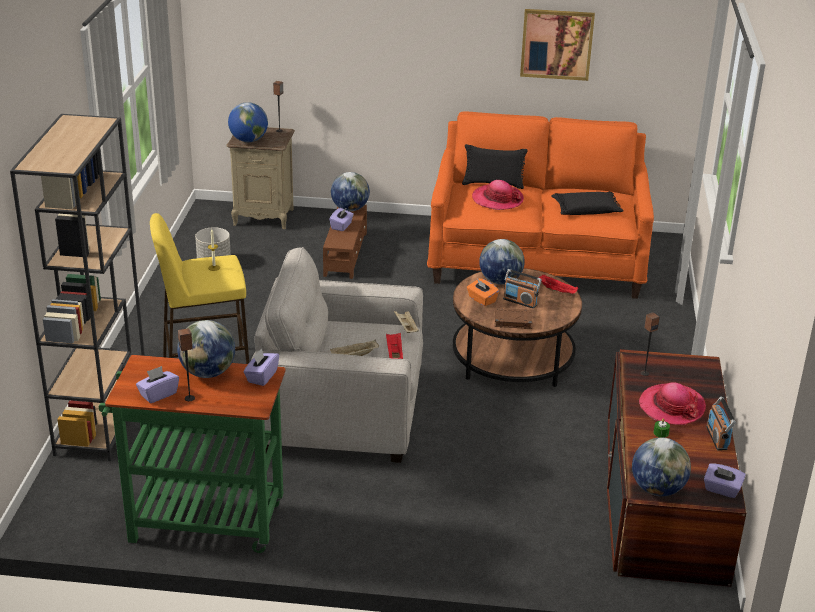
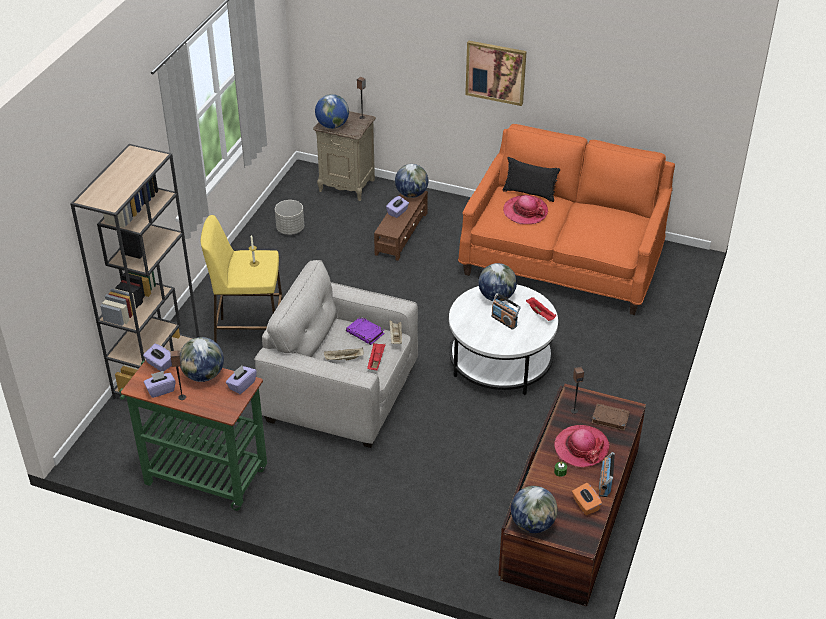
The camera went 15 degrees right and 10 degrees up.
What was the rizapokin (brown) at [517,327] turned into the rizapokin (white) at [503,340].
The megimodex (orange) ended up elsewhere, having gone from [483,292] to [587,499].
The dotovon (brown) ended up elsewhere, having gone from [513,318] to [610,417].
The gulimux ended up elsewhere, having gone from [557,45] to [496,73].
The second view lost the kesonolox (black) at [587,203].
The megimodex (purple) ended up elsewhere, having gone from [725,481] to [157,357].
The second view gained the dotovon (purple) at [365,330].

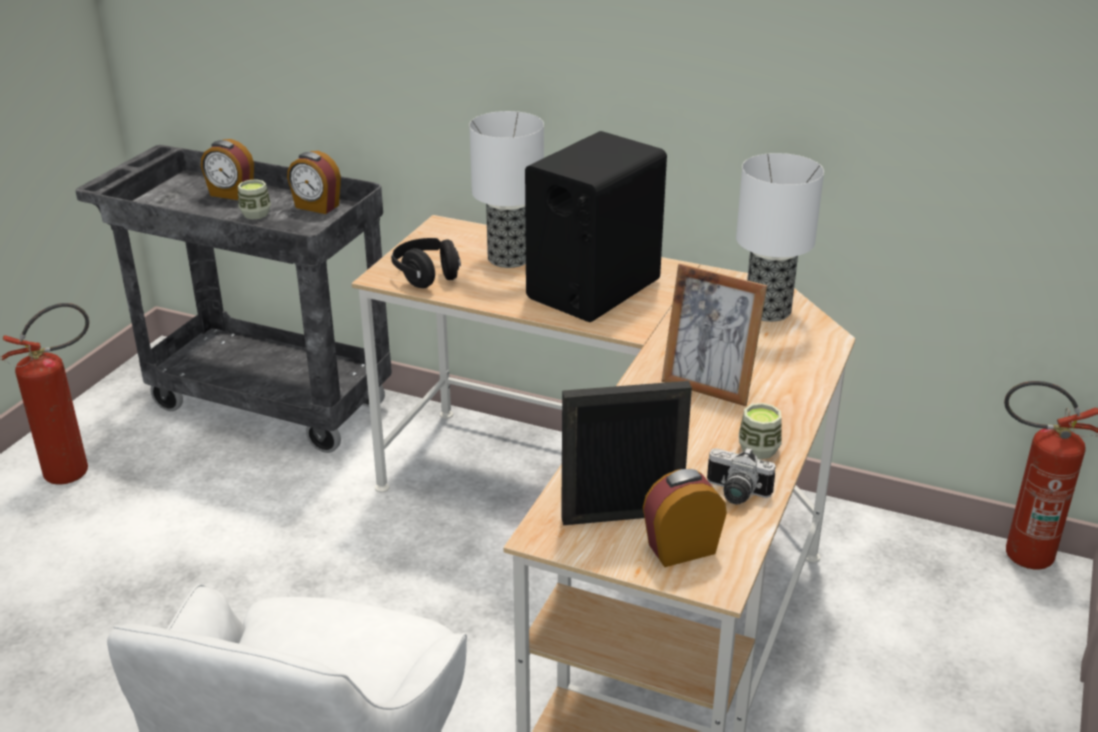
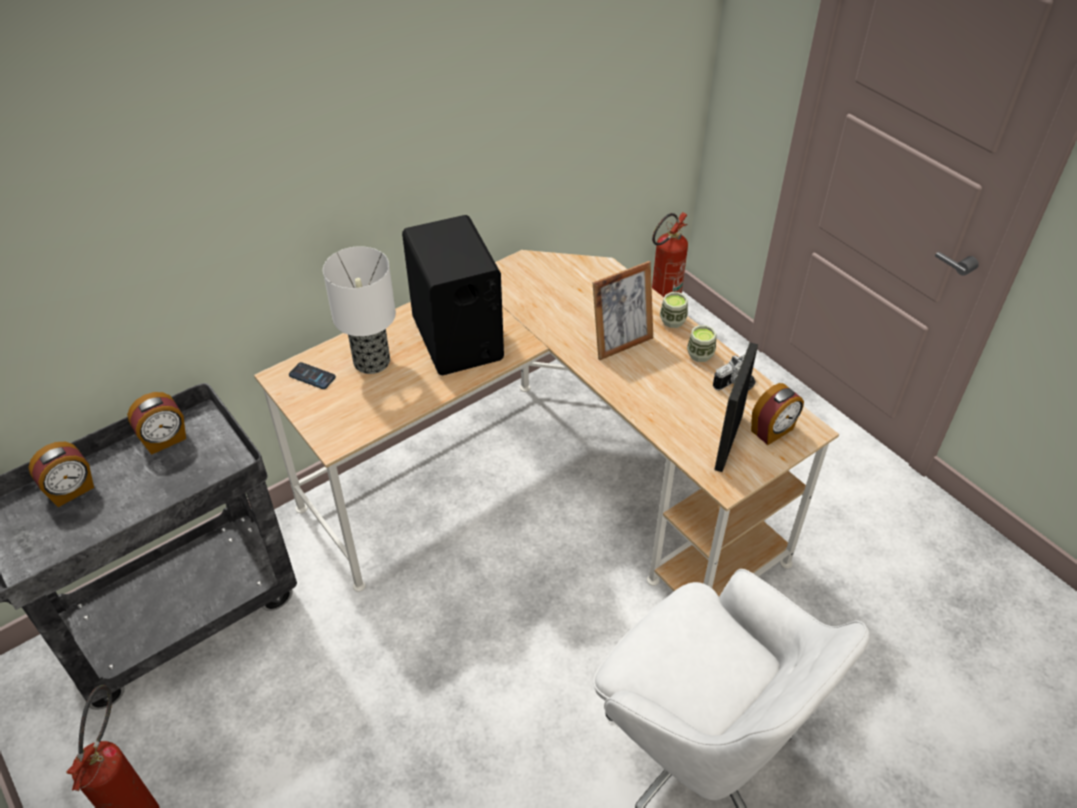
The camera went 60 degrees left and 15 degrees up.
The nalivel ended up elsewhere, having gone from [254,199] to [674,310].
The second view lost the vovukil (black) at [426,263].
The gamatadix at [685,518] ended up facing another way, 135 degrees counterclockwise from before.
The second view lost the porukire at [780,237].
The second view gained the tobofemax at [312,375].

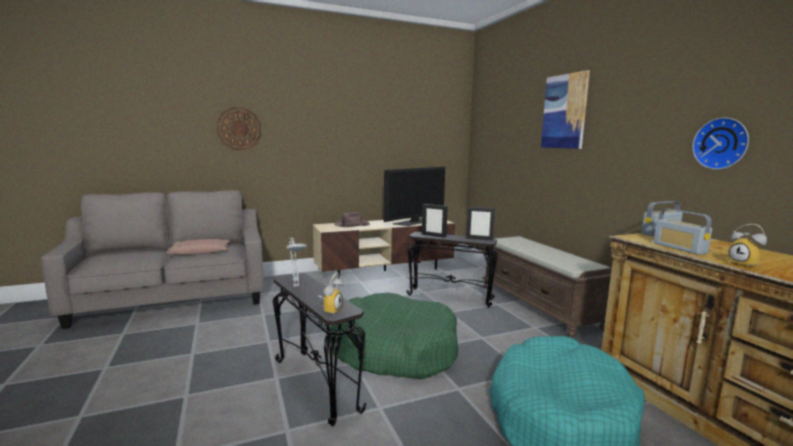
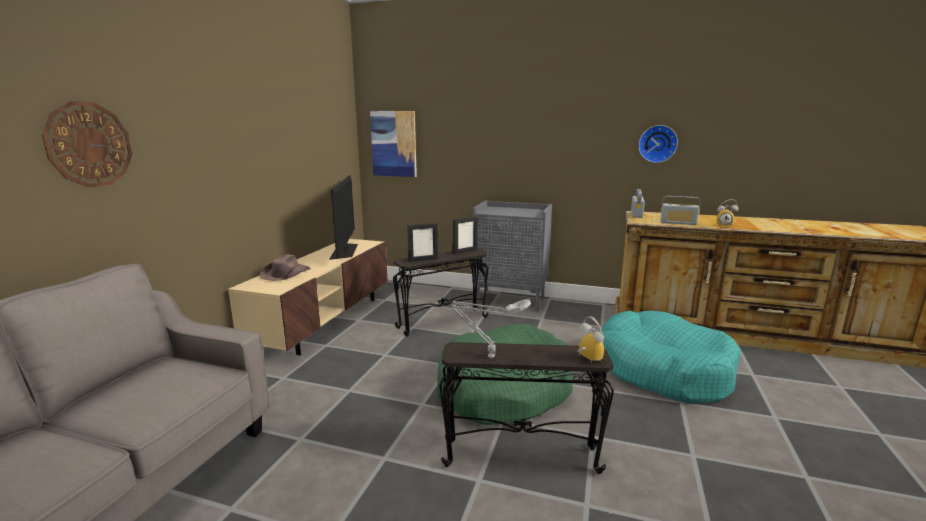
The camera went 50 degrees left and 5 degrees up.
The second view lost the kesonolox (beige) at [198,247].
Where the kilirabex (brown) stood at [547,286], the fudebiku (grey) came to stand at [512,256].
The gulimux ended up elsewhere, having gone from [565,109] to [393,144].

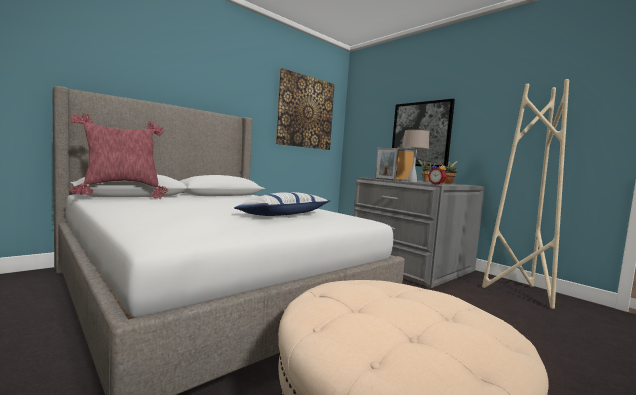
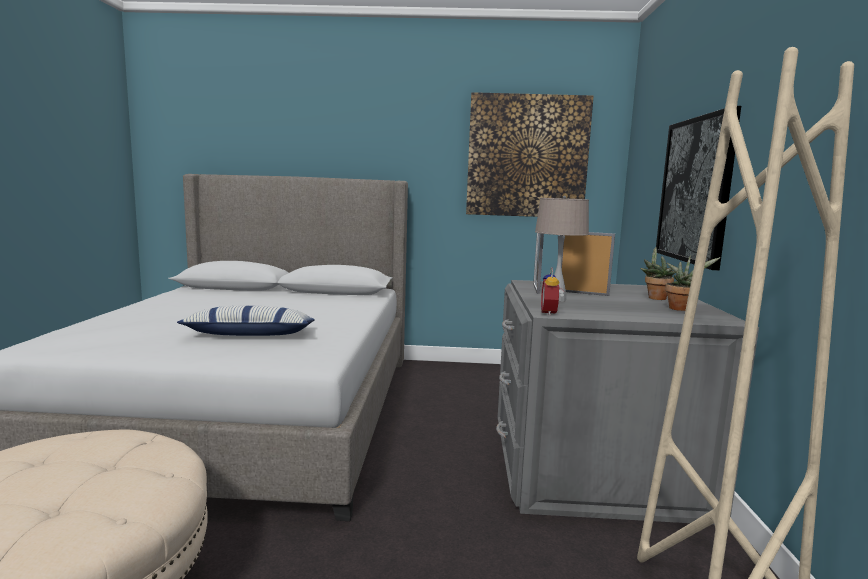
The camera went 45 degrees right and 5 degrees up.
The second view lost the kesonolox (red) at [119,155].

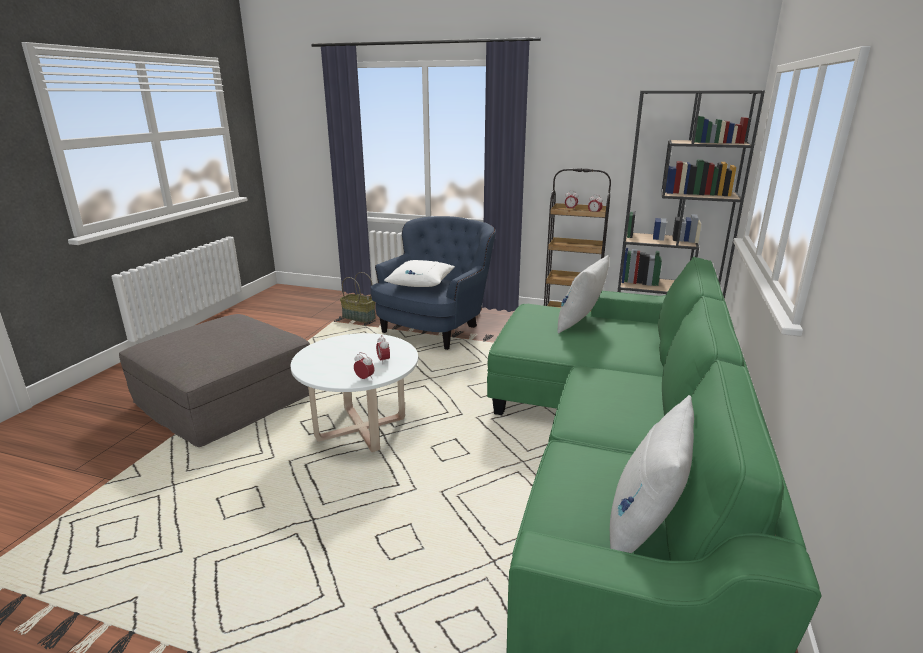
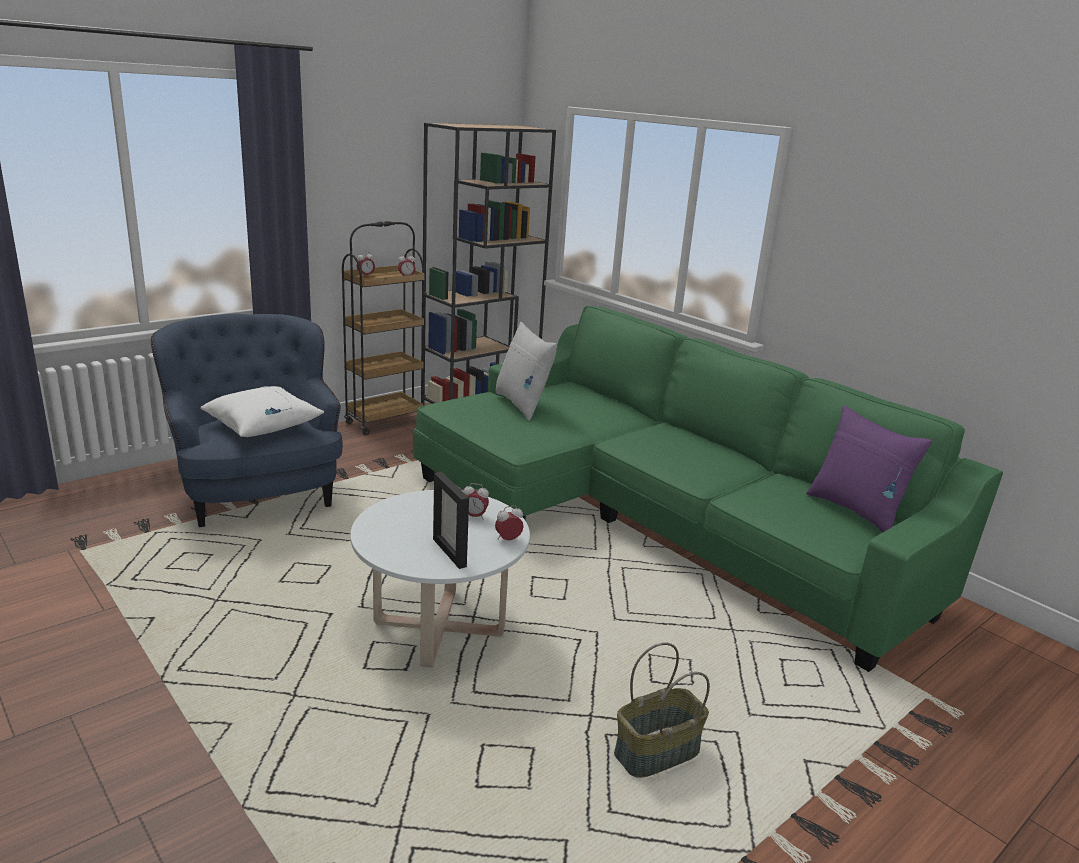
The camera went 60 degrees left and 0 degrees up.
The second view lost the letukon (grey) at [217,380].
The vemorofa ended up elsewhere, having gone from [358,297] to [662,710].
What was the kesonolox (grey) at [652,474] turned into the kesonolox (purple) at [869,469].
The second view gained the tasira at [451,520].

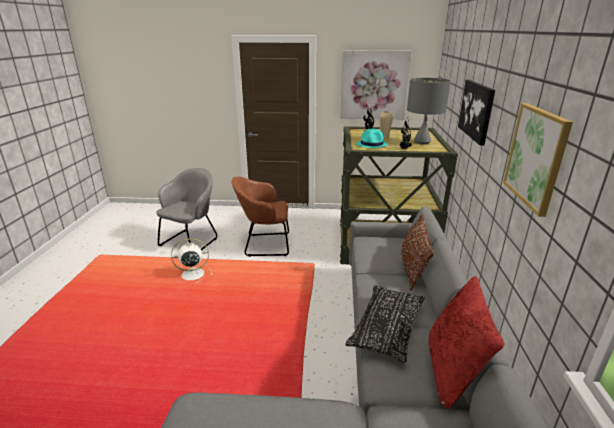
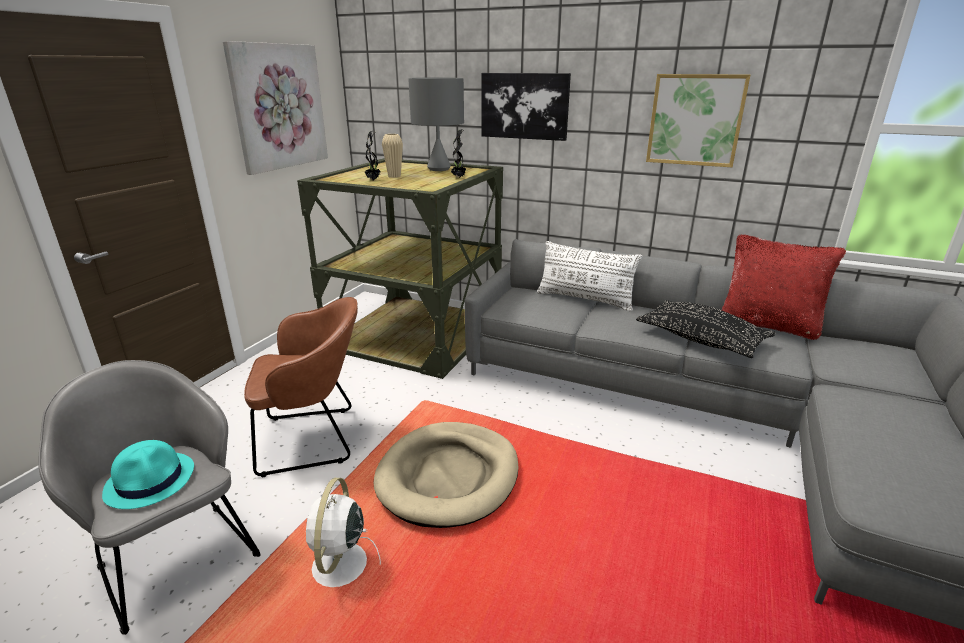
The camera went 70 degrees left and 0 degrees up.
The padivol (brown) at [260,216] ended up facing another way, 120 degrees counterclockwise from before.
The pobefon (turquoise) ended up elsewhere, having gone from [372,138] to [148,474].
What was the kesonolox (brown) at [417,252] turned into the kesonolox (white) at [589,276].
The second view gained the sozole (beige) at [446,475].

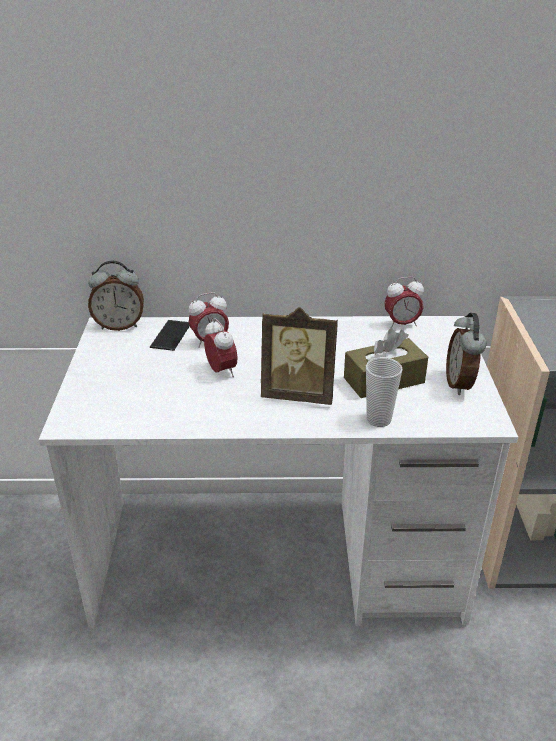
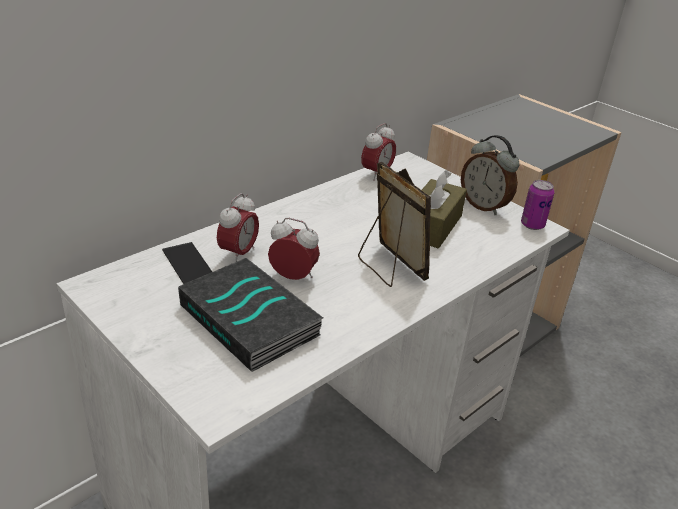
The camera went 45 degrees left and 0 degrees up.
The second view lost the gamatadix at [116,295].
The tasira at [299,356] ended up facing another way, 90 degrees counterclockwise from before.
The second view lost the nalivel at [384,392].
The second view gained the dotovon at [250,315].
The second view gained the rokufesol at [537,205].

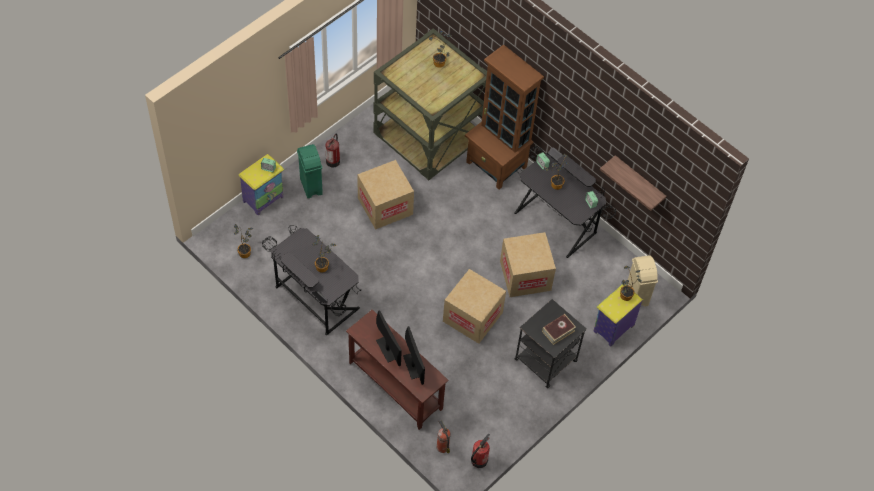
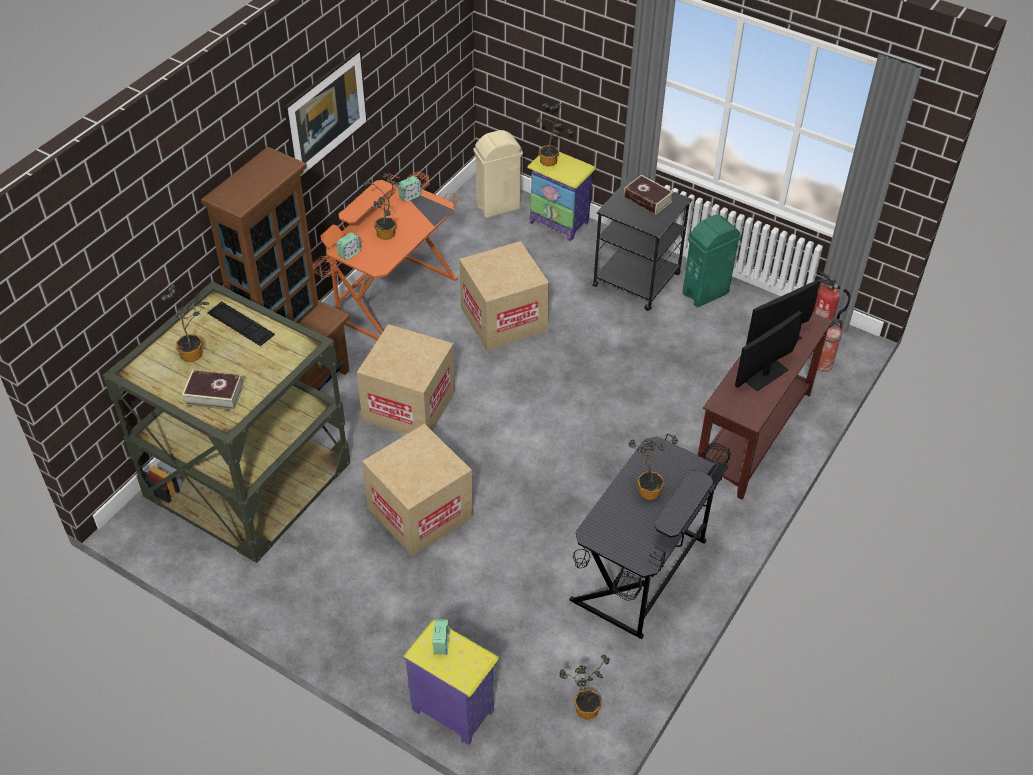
The camera went 100 degrees left and 10 degrees down.
The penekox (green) ended up elsewhere, having gone from [310,171] to [711,261].
The second view lost the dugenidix at [333,150].
The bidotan ended up elsewhere, having gone from [474,306] to [406,379].
What was the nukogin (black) at [565,202] turned into the nukogin (orange) at [385,256].
The second view lost the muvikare at [633,183].
The second view gained the dotovon at [212,390].
The second view gained the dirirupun at [241,323].
The second view gained the gulimux at [326,114].

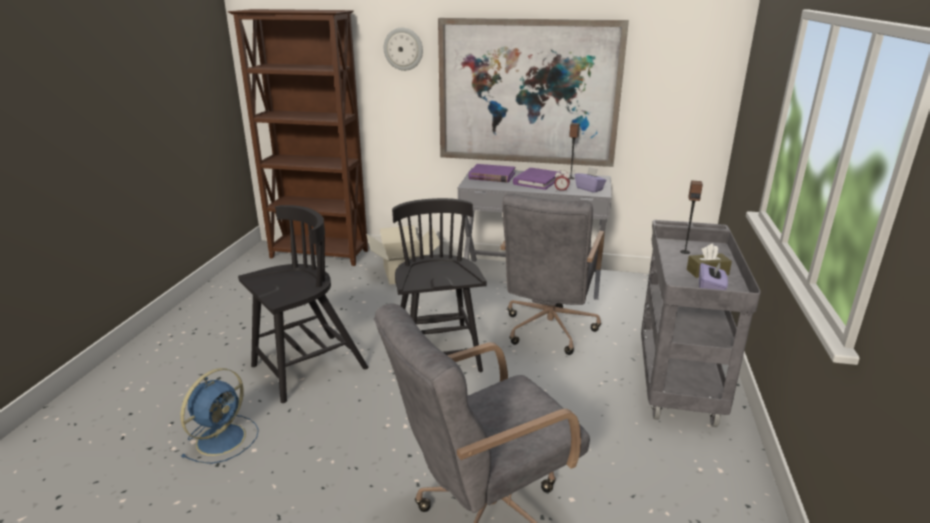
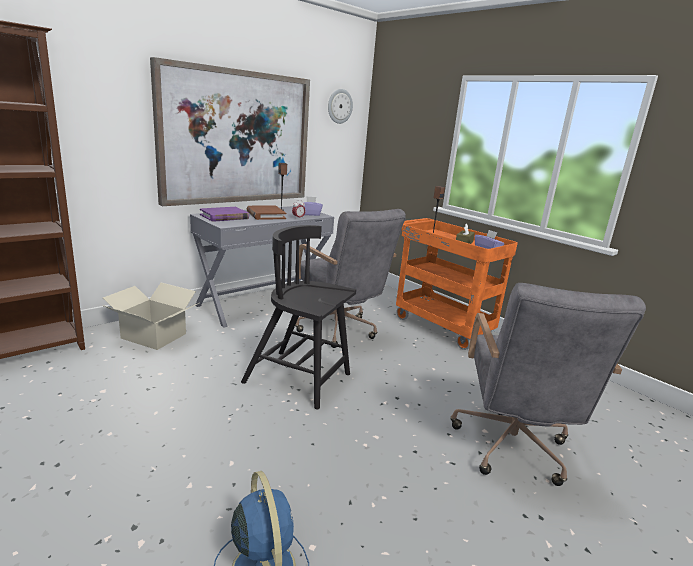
The camera went 55 degrees left and 5 degrees down.
The second view lost the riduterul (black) at [303,304].
The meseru ended up elsewhere, having gone from [403,49] to [340,106].
What was the dotovon (purple) at [537,179] turned into the dotovon (brown) at [266,213].
What was the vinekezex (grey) at [701,323] turned into the vinekezex (orange) at [457,284].

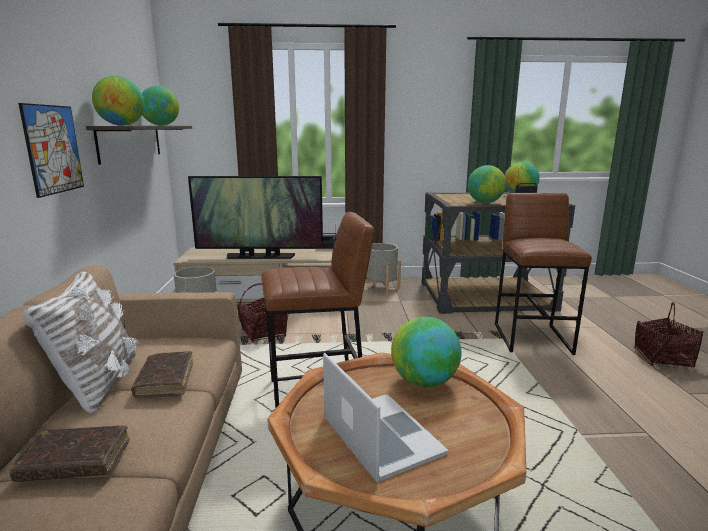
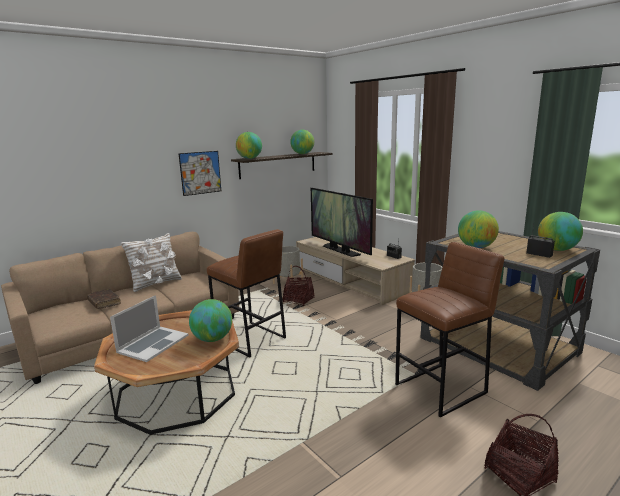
The camera went 55 degrees right and 0 degrees up.
The second view lost the dotovon (brown) at [162,374].

